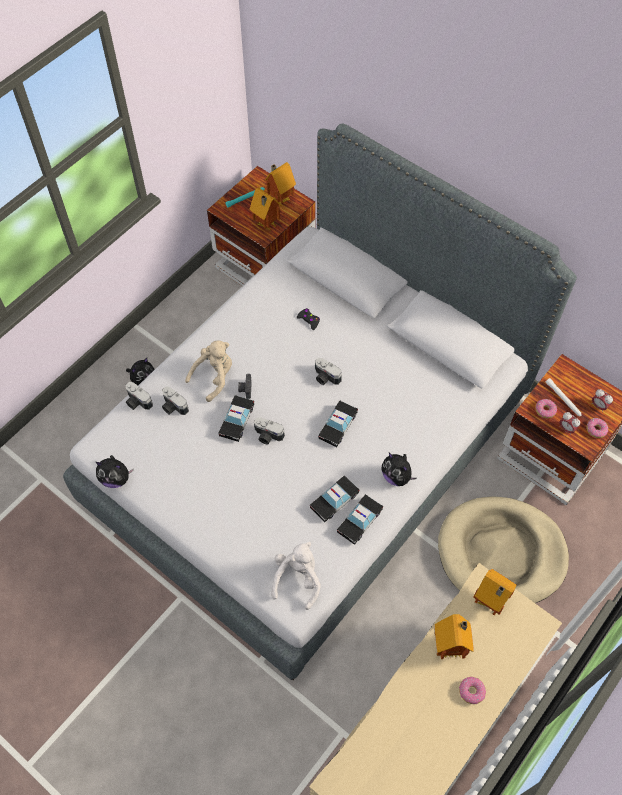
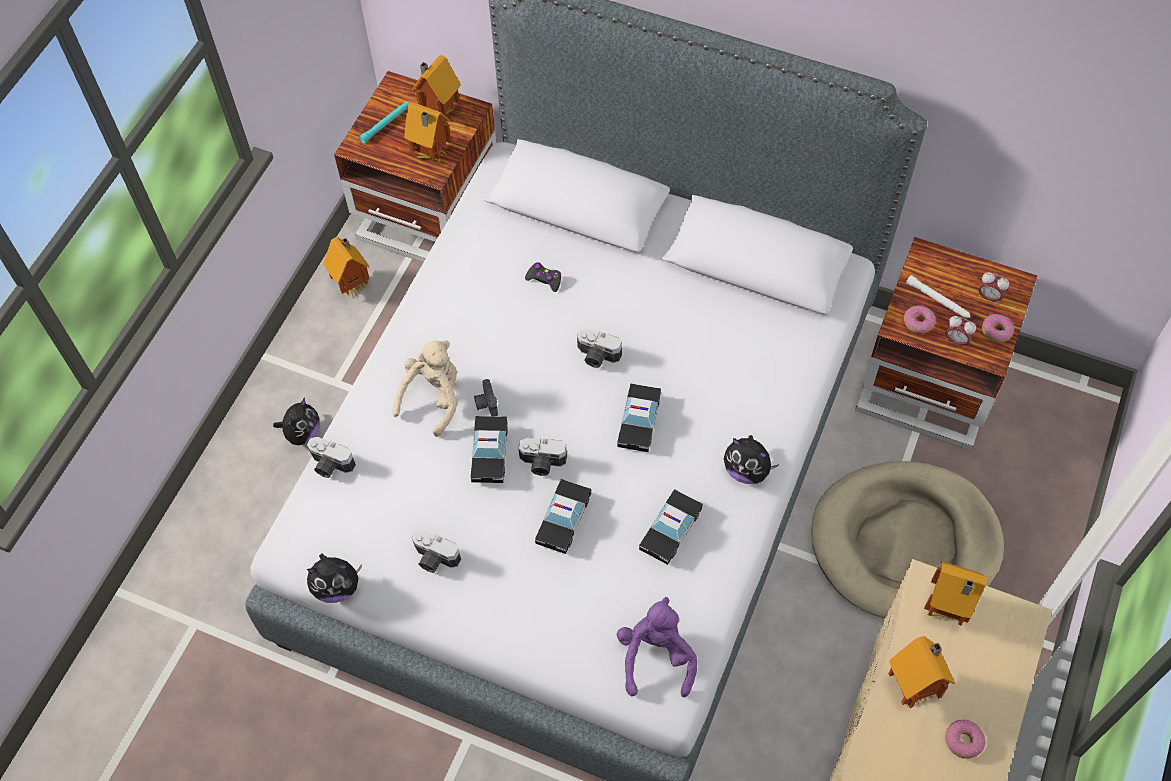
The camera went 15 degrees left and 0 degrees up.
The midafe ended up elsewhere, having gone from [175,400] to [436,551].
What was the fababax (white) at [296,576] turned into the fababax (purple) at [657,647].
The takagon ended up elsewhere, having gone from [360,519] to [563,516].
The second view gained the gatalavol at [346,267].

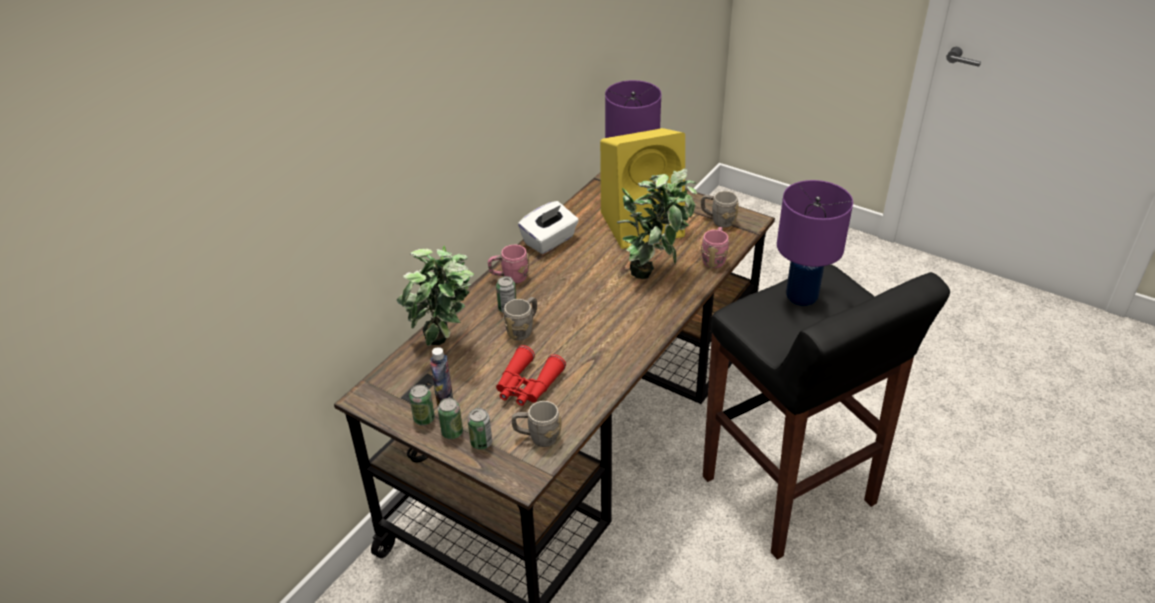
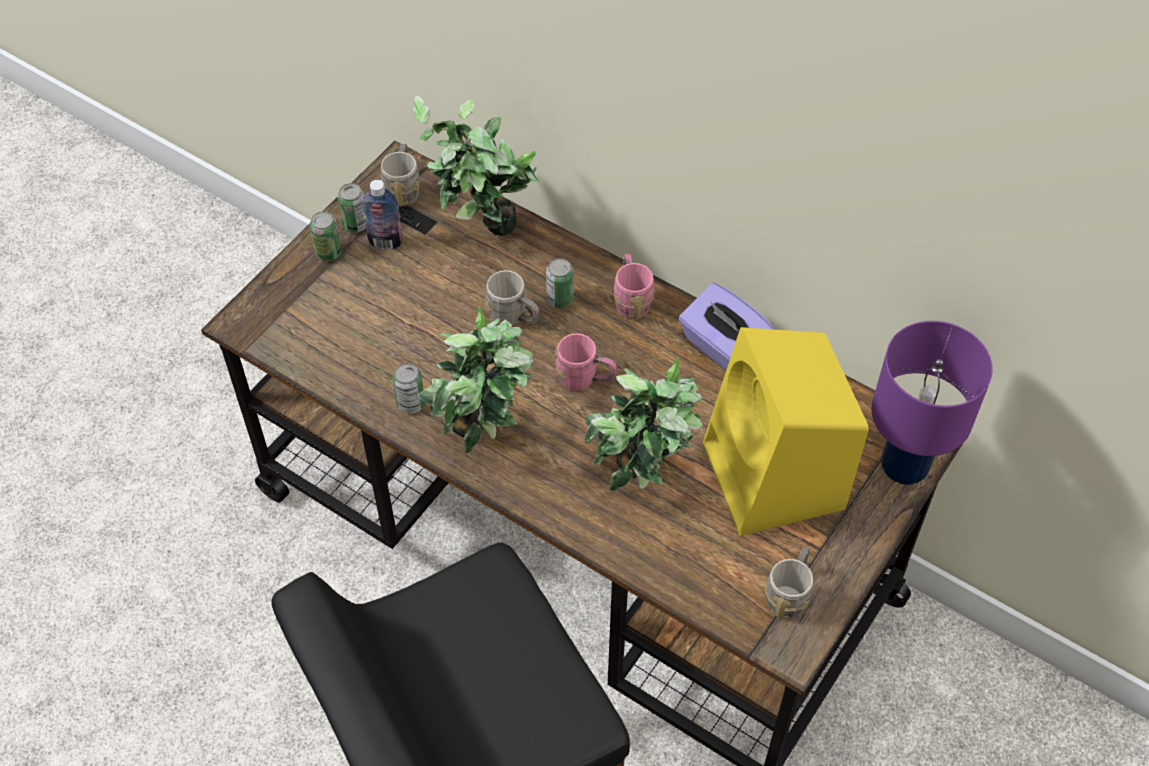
The camera went 90 degrees right and 15 degrees up.
The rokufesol ended up elsewhere, having gone from [479,429] to [409,388].
The second view lost the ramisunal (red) at [531,375].
The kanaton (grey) ended up elsewhere, having gone from [537,424] to [400,175].
What was the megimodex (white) at [548,227] turned into the megimodex (purple) at [726,326].
The kanaton (pink) ended up elsewhere, having gone from [715,247] to [586,362].
The second view lost the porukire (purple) at [815,243].
The second view gained the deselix at [475,379].

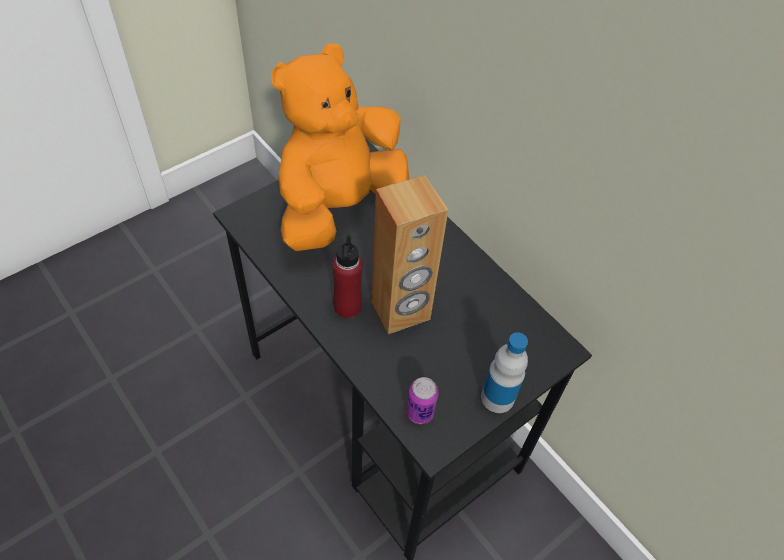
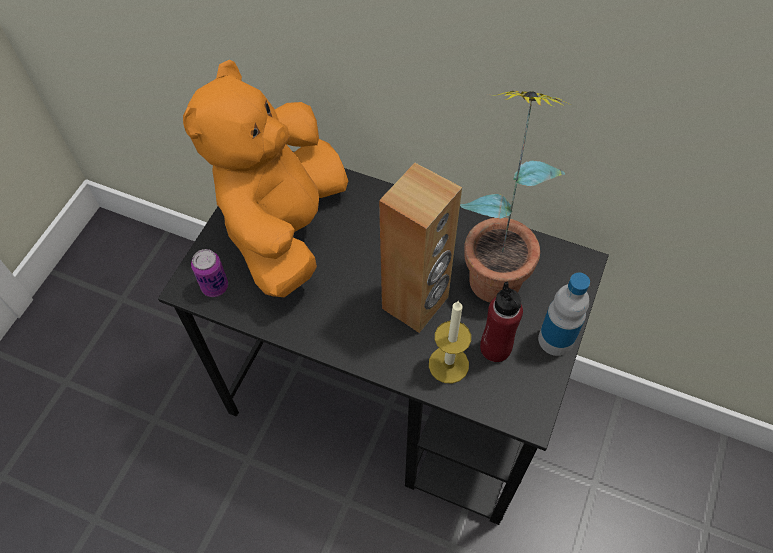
The camera went 25 degrees left and 5 degrees up.
The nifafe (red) ended up elsewhere, having gone from [348,276] to [501,322].
The rokufesol ended up elsewhere, having gone from [422,400] to [209,273].
The second view gained the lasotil at [450,342].
The second view gained the deselix at [514,196].

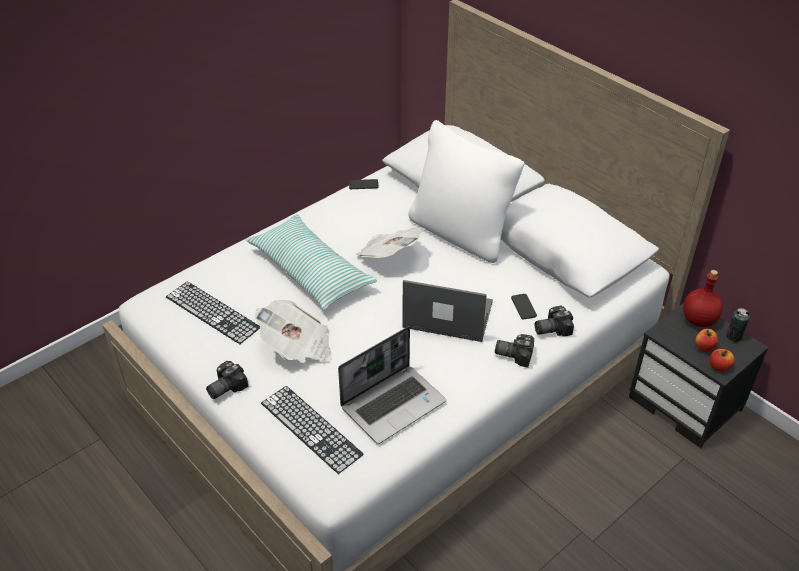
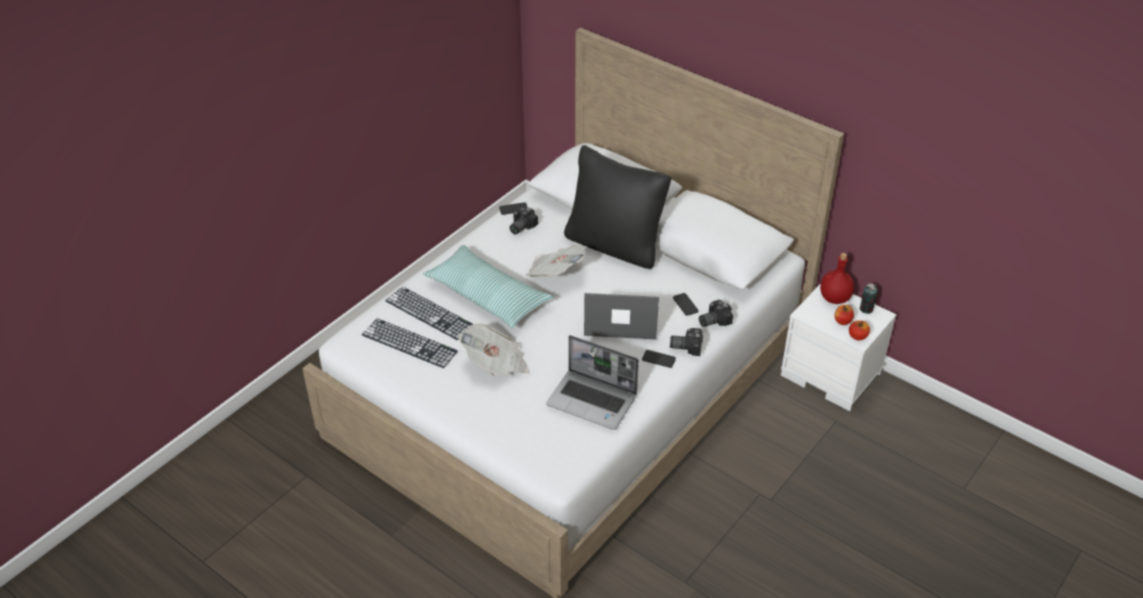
The camera went 10 degrees left and 0 degrees up.
The midafe ended up elsewhere, having gone from [227,380] to [524,221].
The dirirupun ended up elsewhere, having gone from [312,430] to [429,313].
The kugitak at [392,385] ended up facing another way, 75 degrees clockwise from before.
What was the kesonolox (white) at [466,191] turned into the kesonolox (black) at [617,207].
What was the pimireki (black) at [698,375] turned into the pimireki (white) at [838,347].
The second view gained the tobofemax at [659,359].

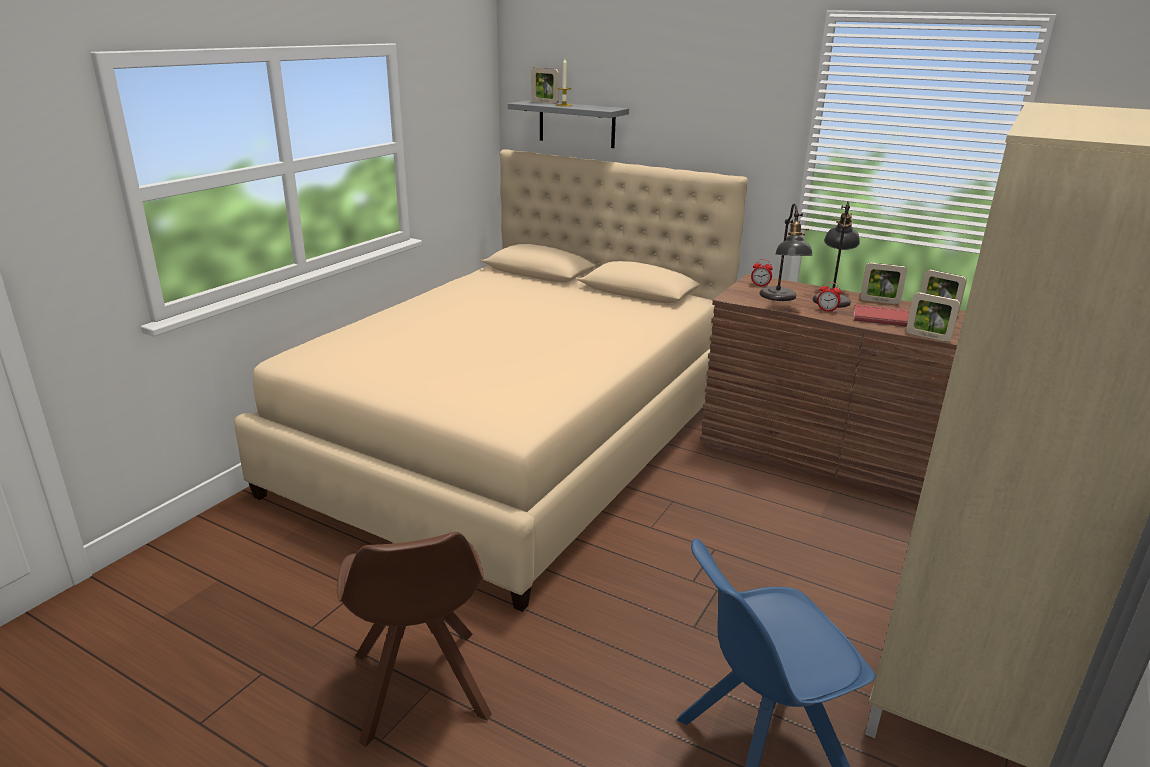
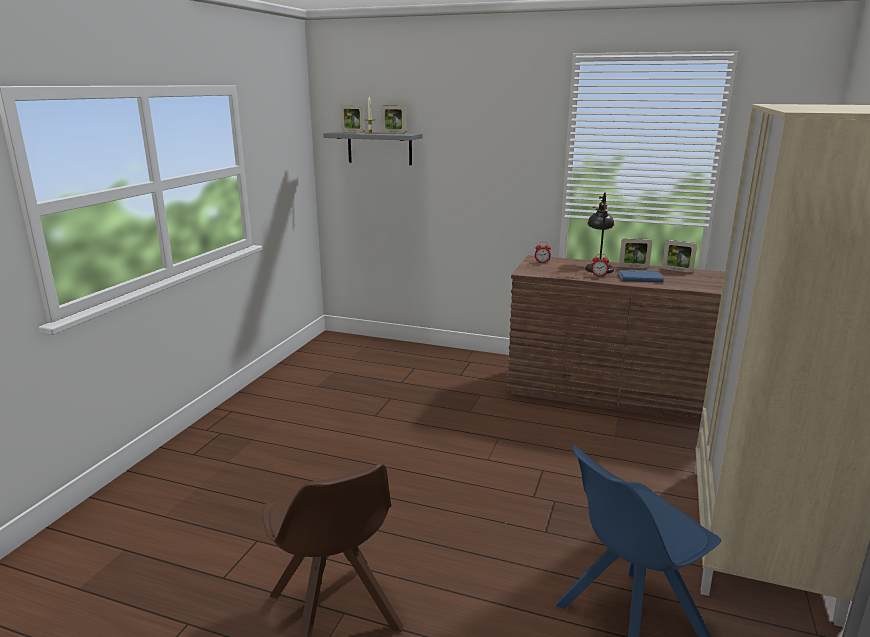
The camera went 10 degrees left and 5 degrees down.
The second view lost the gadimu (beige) at [491,380].
The second view lost the porukire (grey) at [786,252].
What was the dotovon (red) at [881,315] turned into the dotovon (blue) at [641,276].
The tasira ended up elsewhere, having gone from [933,317] to [393,119].

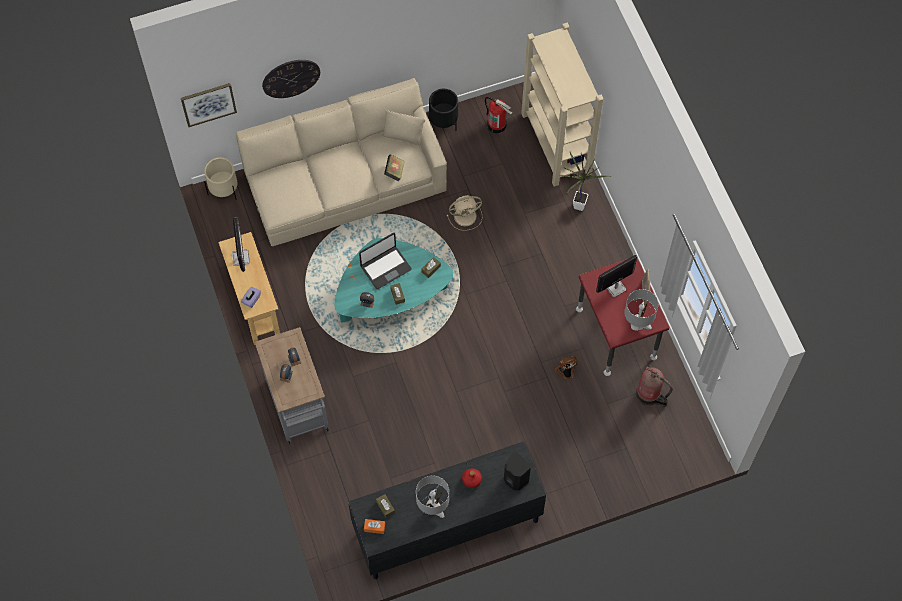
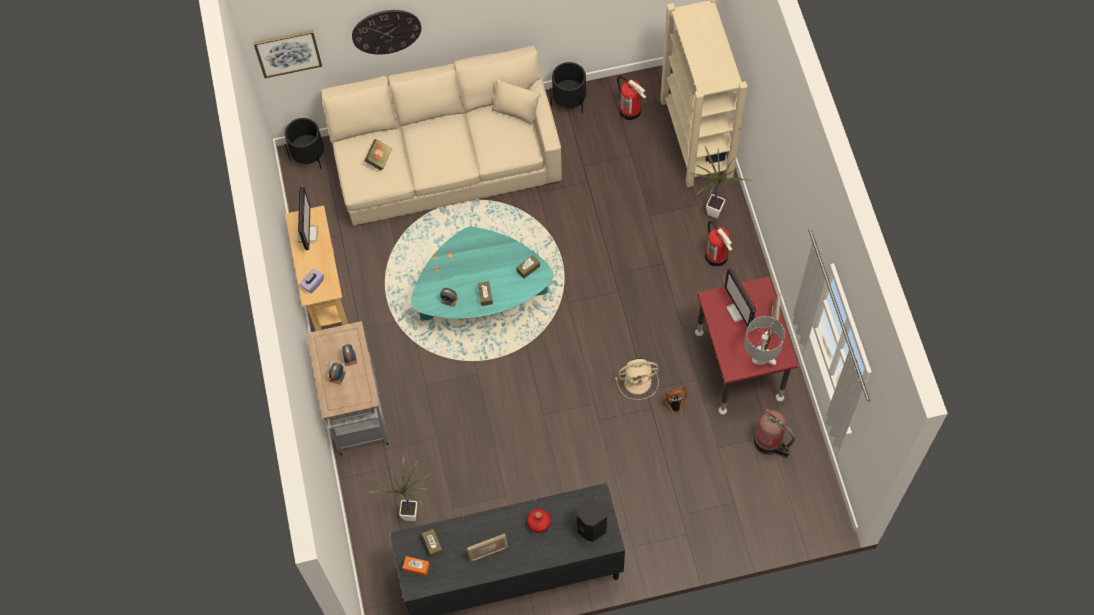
The camera went 10 degrees right and 0 degrees up.
What was the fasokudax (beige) at [220,179] turned into the fasokudax (black) at [304,143].
The second view lost the kugitak at [385,261].
The dotovon ended up elsewhere, having gone from [394,167] to [378,155].
Where the porukire (grey) stood at [432,496], the tasira came to stand at [487,548].
The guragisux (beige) ended up elsewhere, having gone from [464,213] to [637,379].
The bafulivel at [616,276] ended up facing another way, 90 degrees counterclockwise from before.
The second view gained the deselix at [399,487].
The second view gained the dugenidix at [718,244].

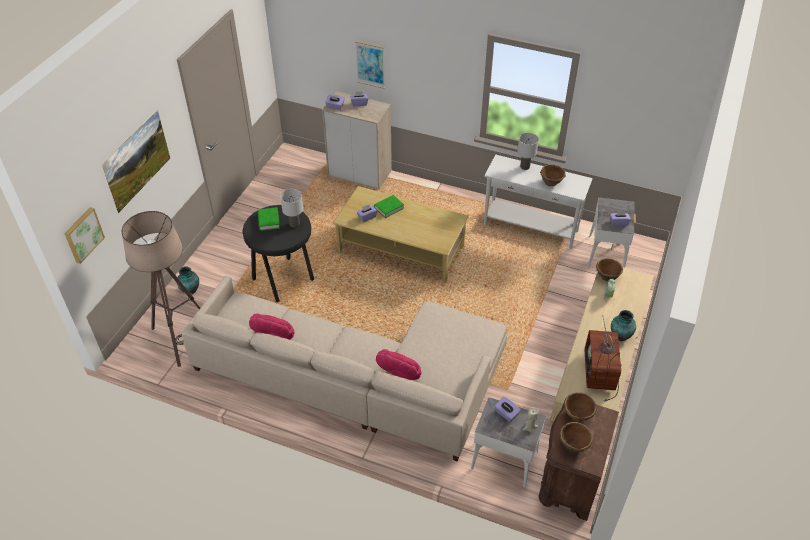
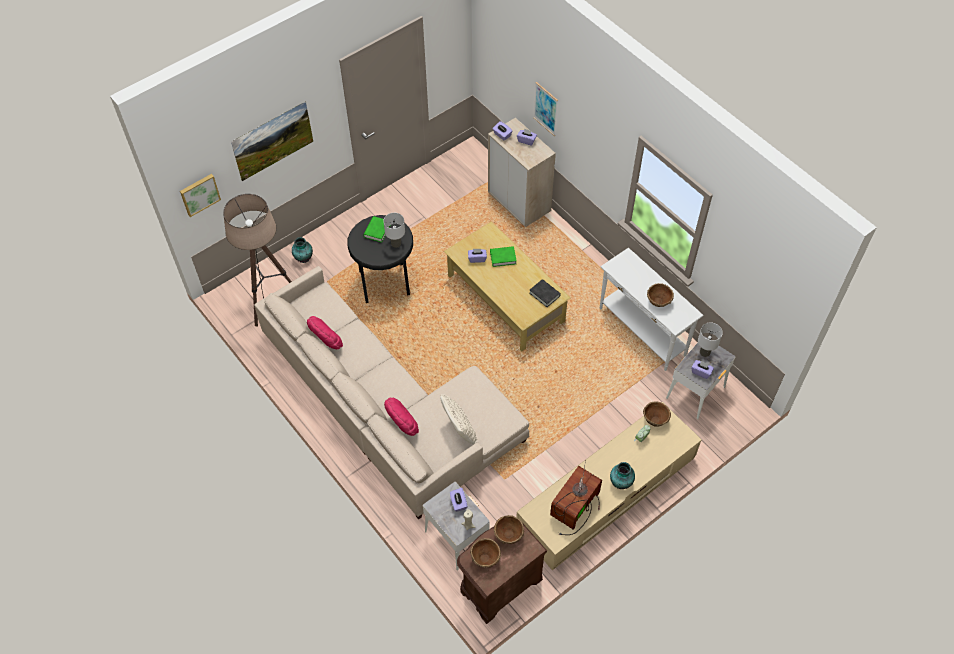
The camera went 30 degrees right and 10 degrees up.
The porukire (white) ended up elsewhere, having gone from [528,151] to [710,339].
The second view gained the kesonolox (beige) at [458,419].
The second view gained the dotovon (black) at [545,293].

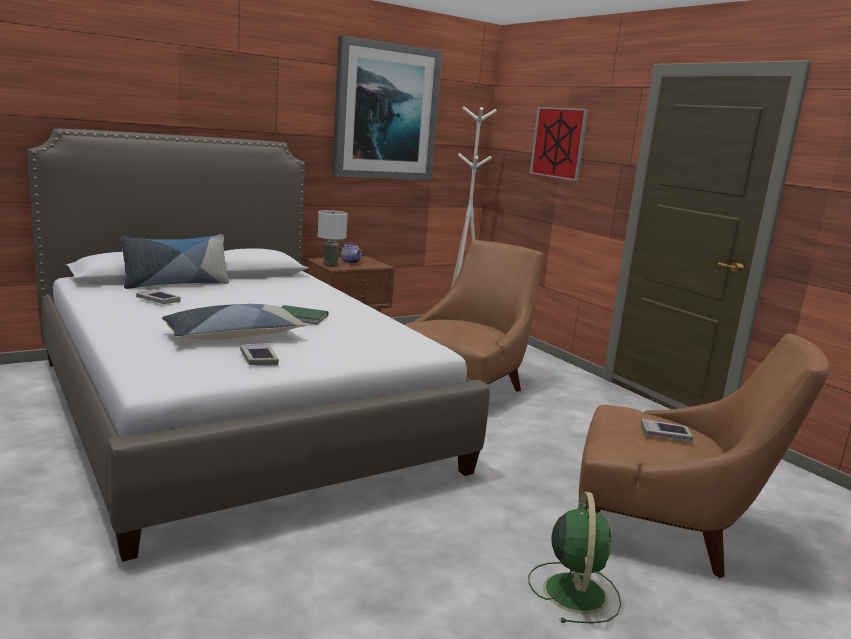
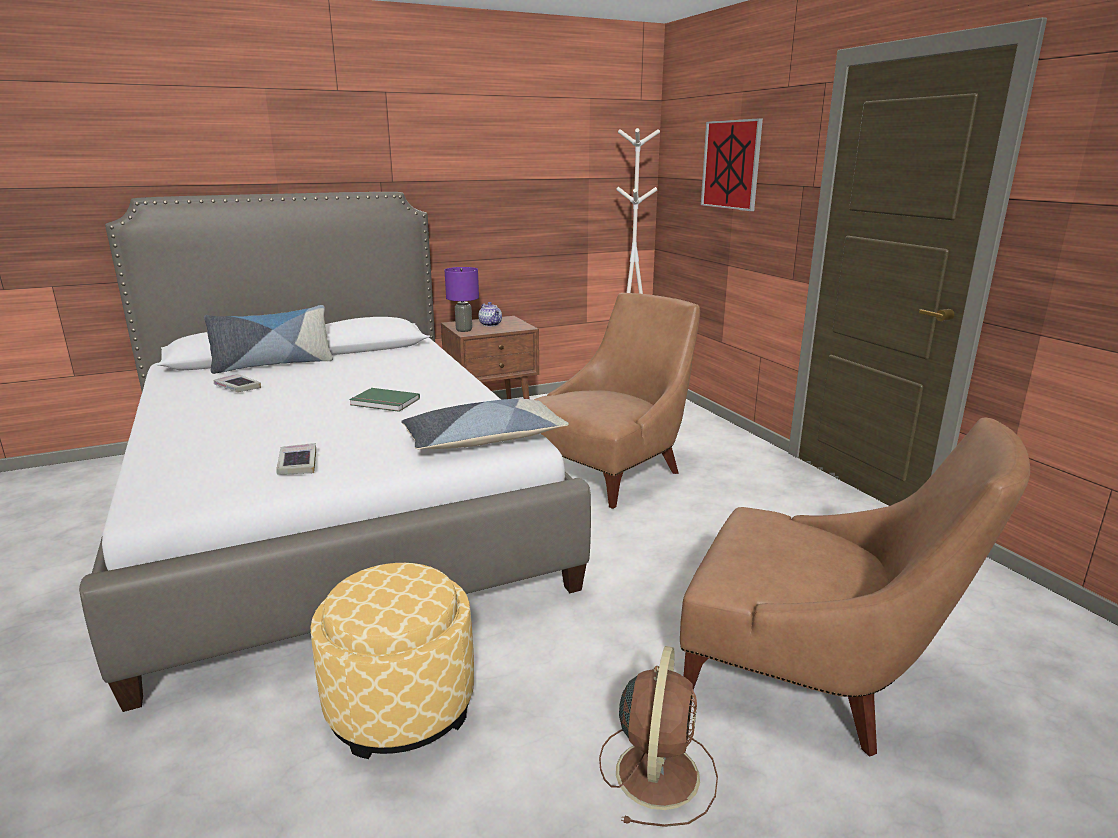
The camera went 10 degrees right and 5 degrees up.
The kesonolox ended up elsewhere, having gone from [234,322] to [485,424].
What was the porukire (white) at [333,238] turned into the porukire (purple) at [462,299].
The second view lost the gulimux at [387,107].
What was the guragisux (green) at [574,557] turned into the guragisux (brown) at [658,736].
The second view lost the dotovon at [667,430].
The second view gained the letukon at [392,661].

